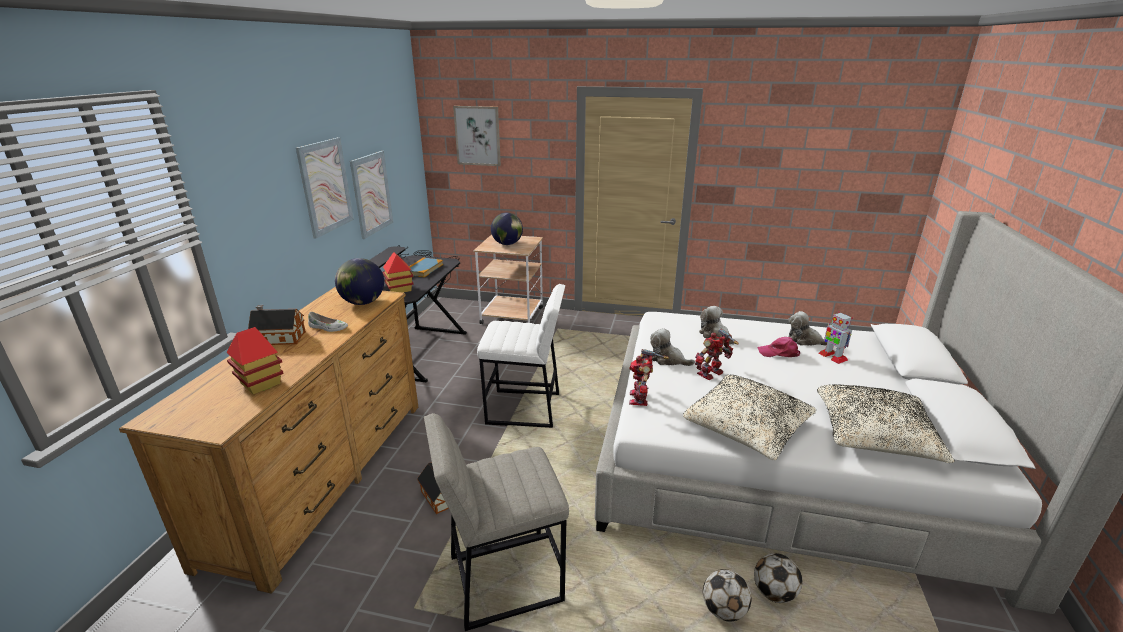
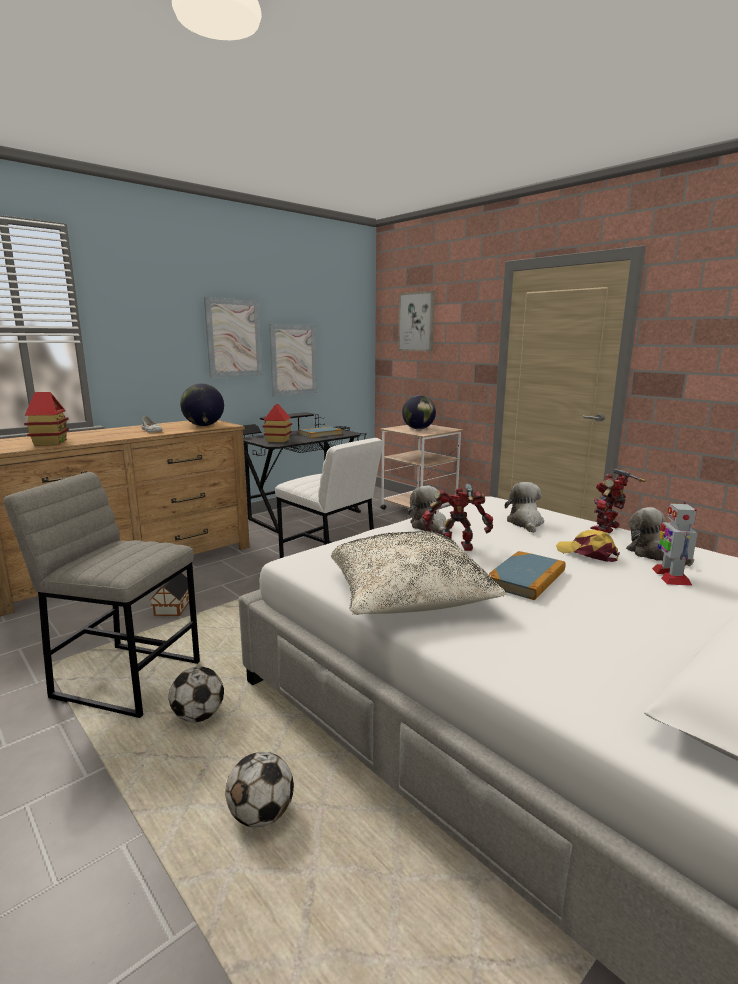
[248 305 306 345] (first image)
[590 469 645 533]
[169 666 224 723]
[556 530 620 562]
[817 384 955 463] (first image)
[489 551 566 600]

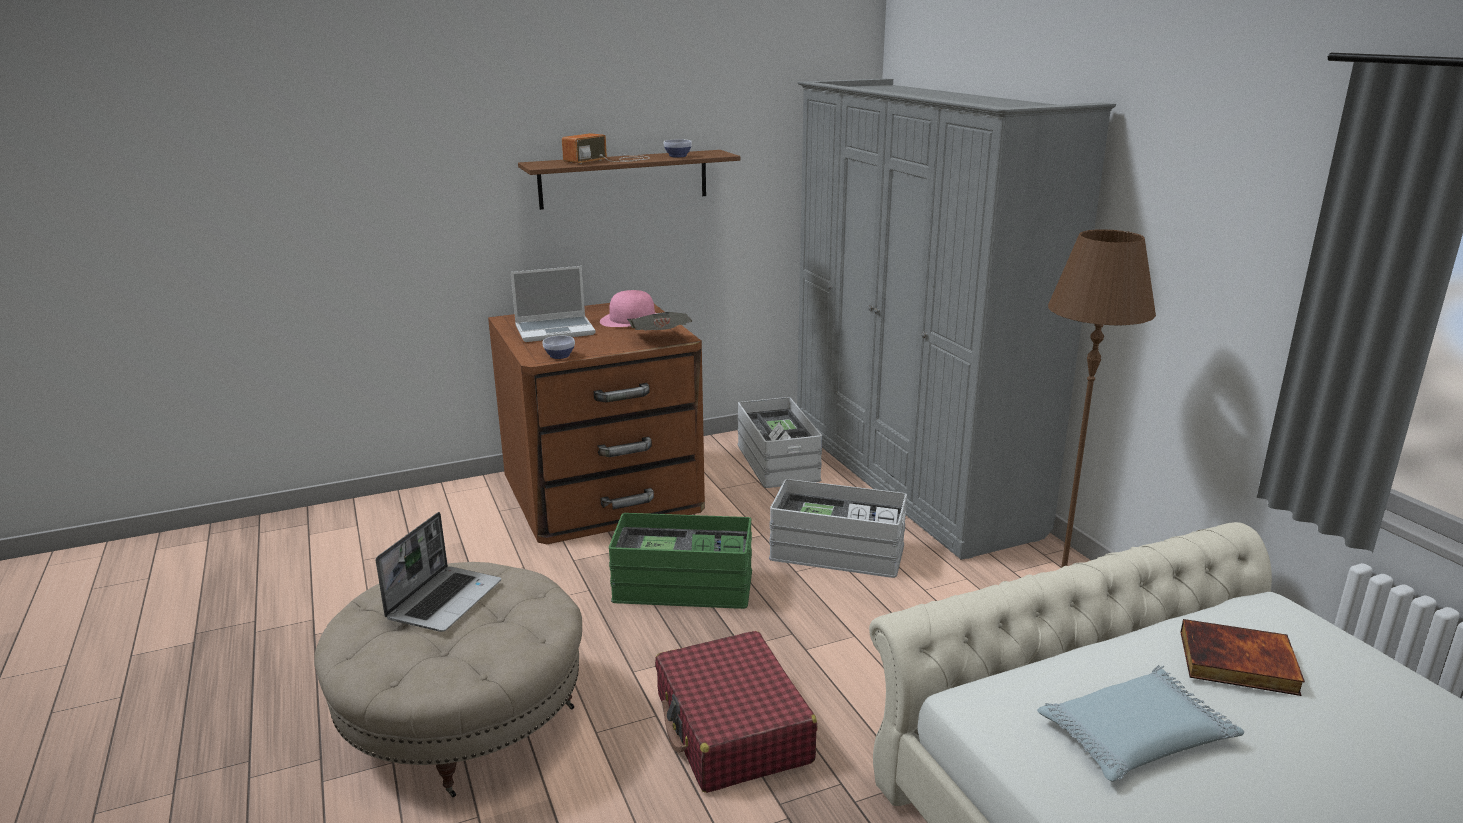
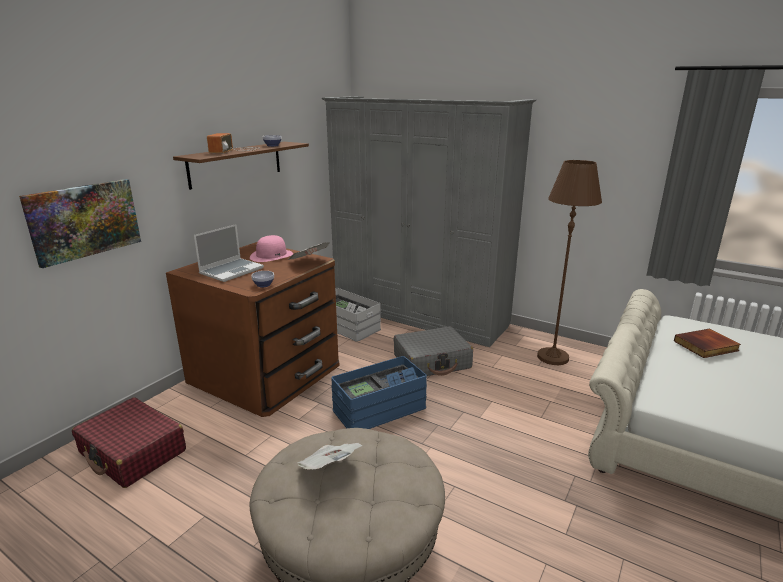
[298 443 362 469]
[331 356 427 429]
[72 397 186 488]
[394 326 473 376]
[1037 665 1244 782] (first image)
[19 179 141 268]

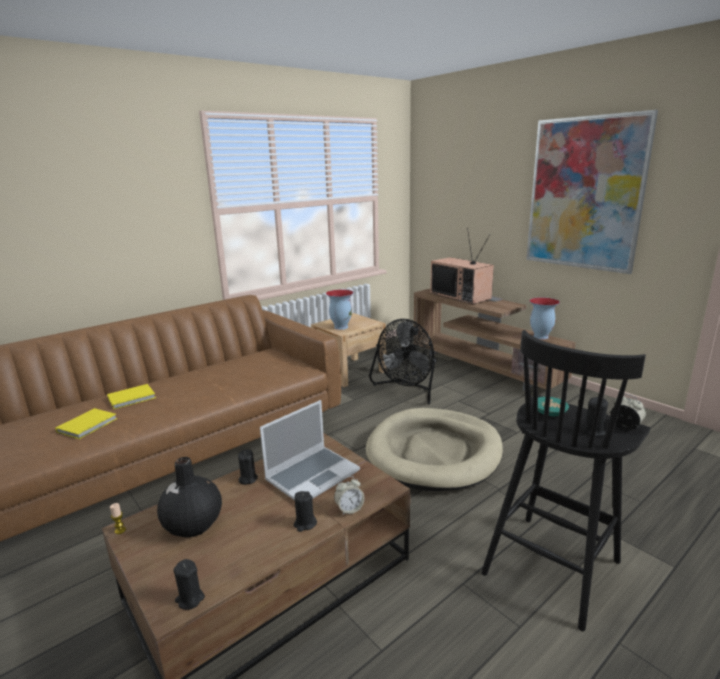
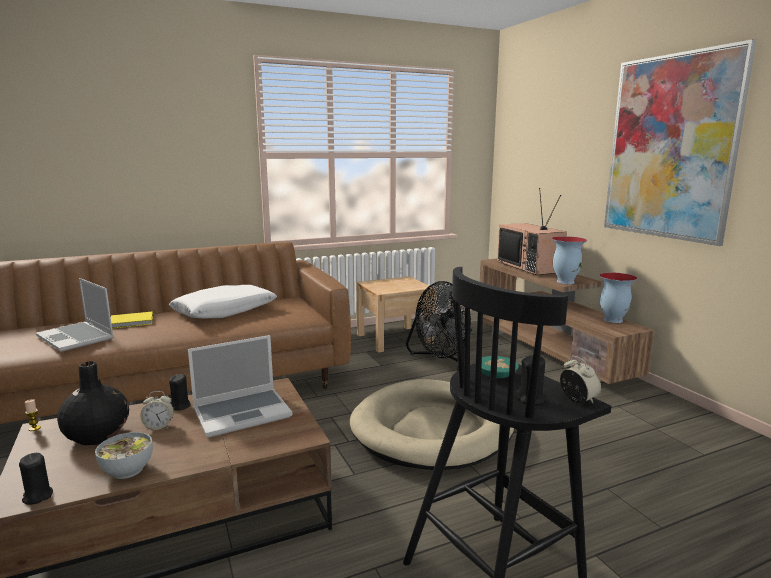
[36 278 114 352]
[294 491 317 532] (first image)
[552 236 587 284]
[140 391 174 430]
[95 432 153 479]
[169 285 277 318]

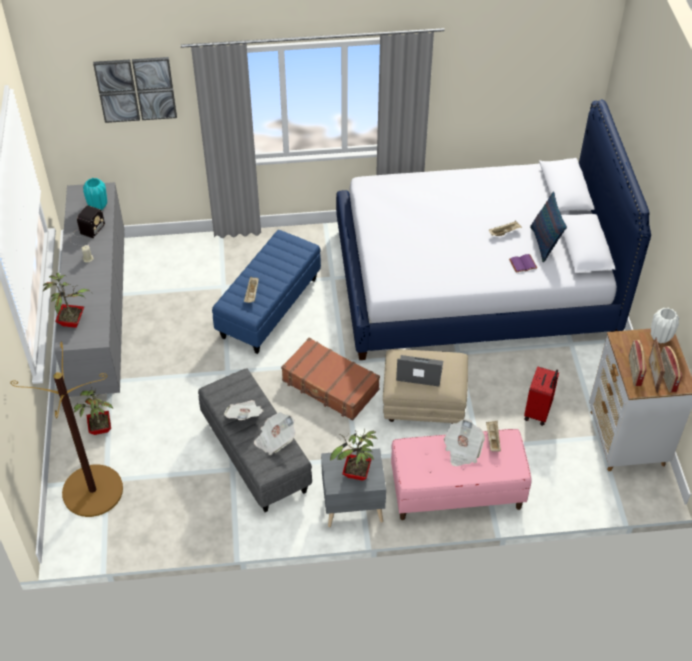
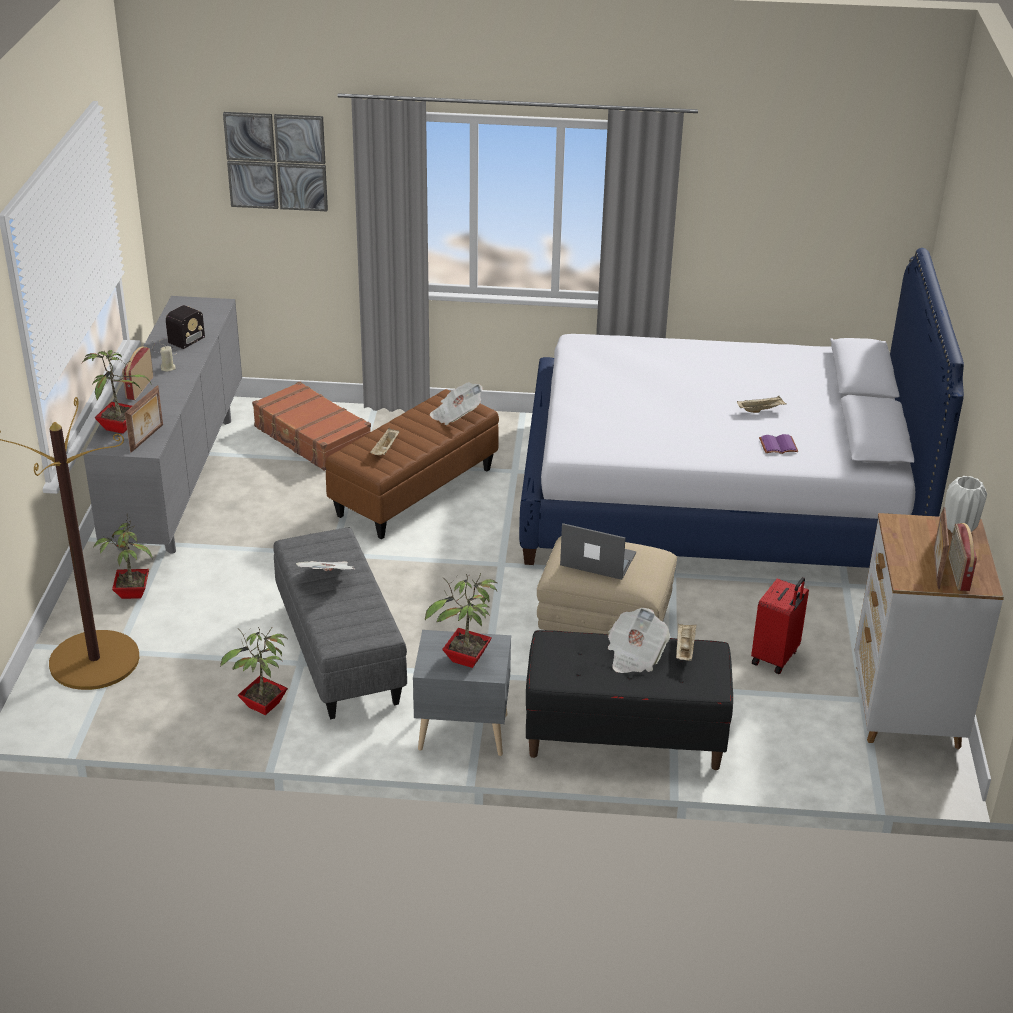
[83 178 107 210] (first image)
[325 389 499 539]
[430 382 483 425]
[252 381 371 471]
[526 630 733 770]
[530 192 567 262] (first image)
[122 347 153 400]
[125 385 163 453]
[220 627 288 715]

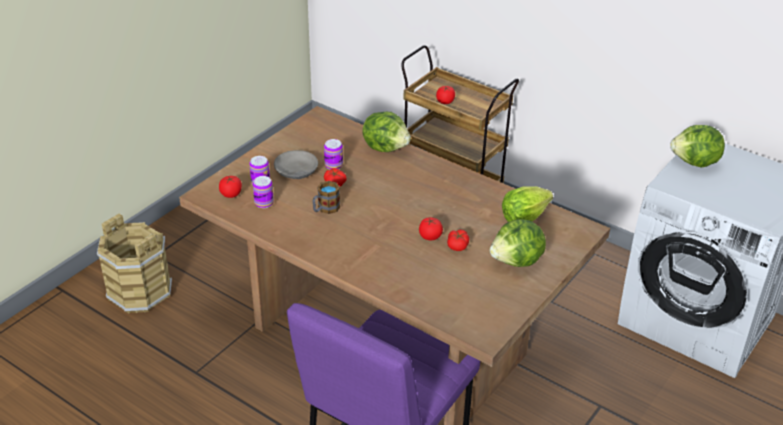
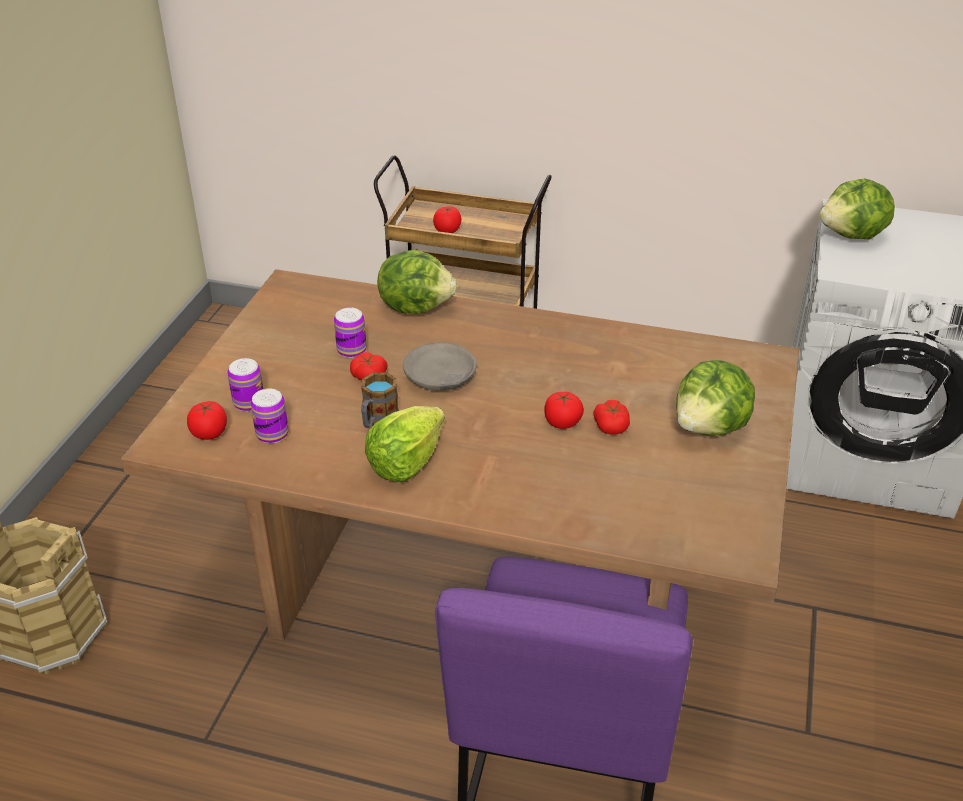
[403 342 477 390]
[365 406 445 482]

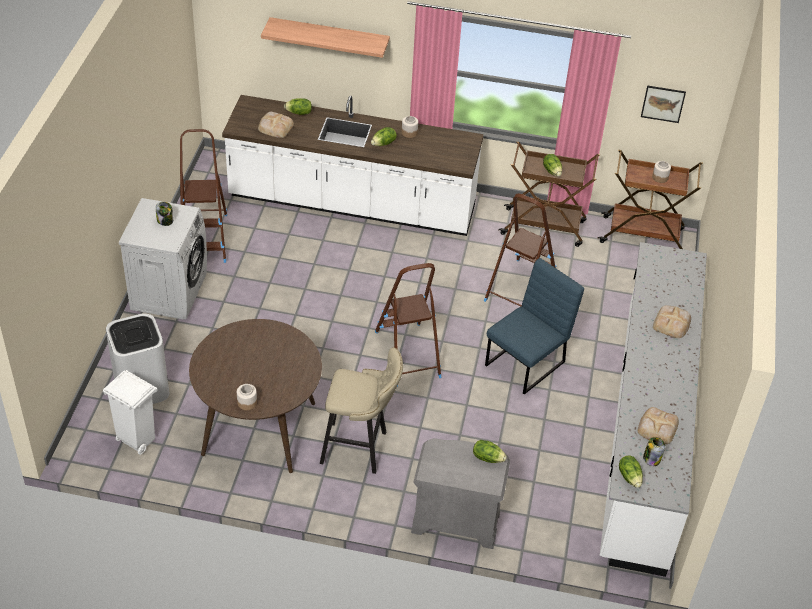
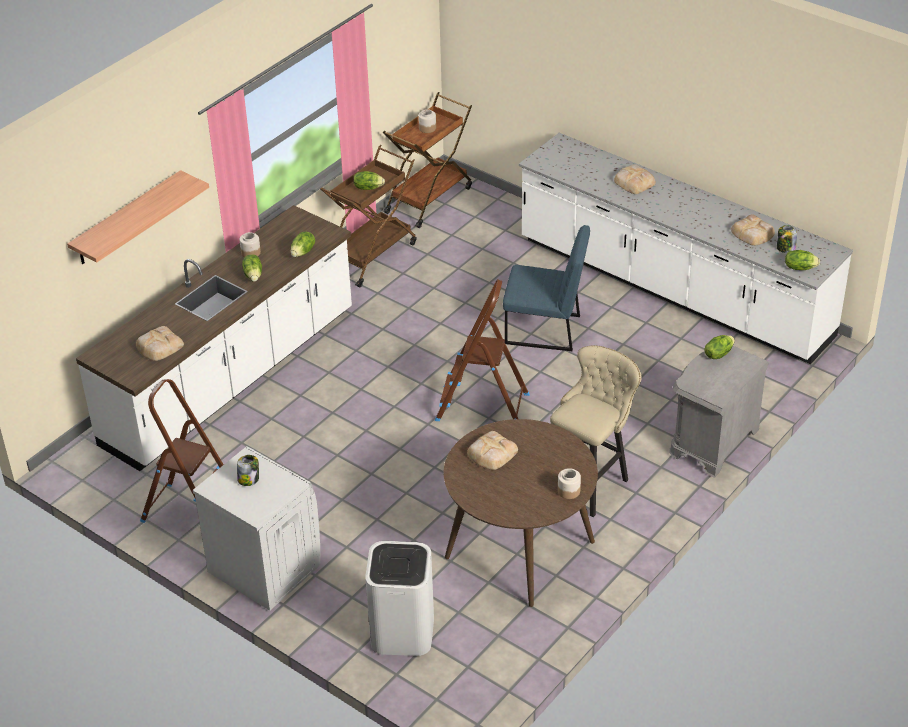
[103 370 158 455] (first image)
[291 231 315 257]
[484 194 557 307] (first image)
[503 225 590 351]
[641 85 686 123] (first image)
[467 431 518 470]

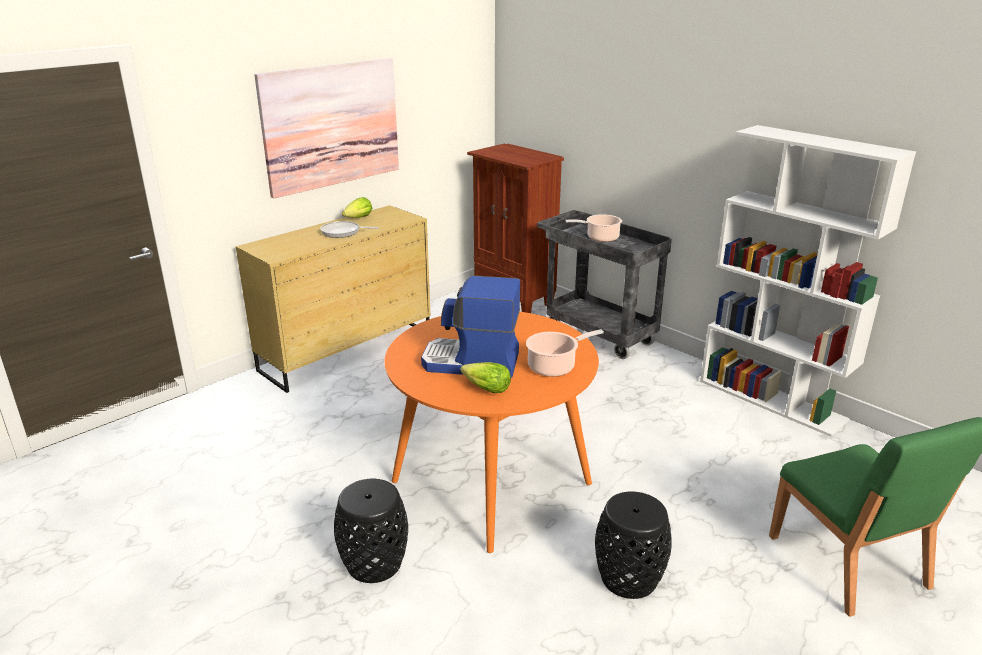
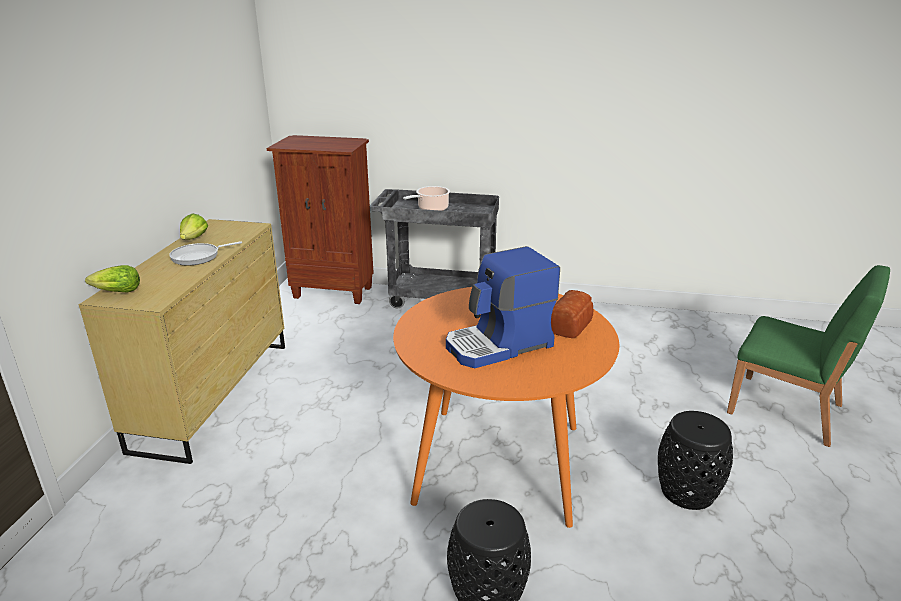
[254 58 399 199] (first image)
[85 265 140 293]
[551 290 593 338]
[700 125 916 437] (first image)

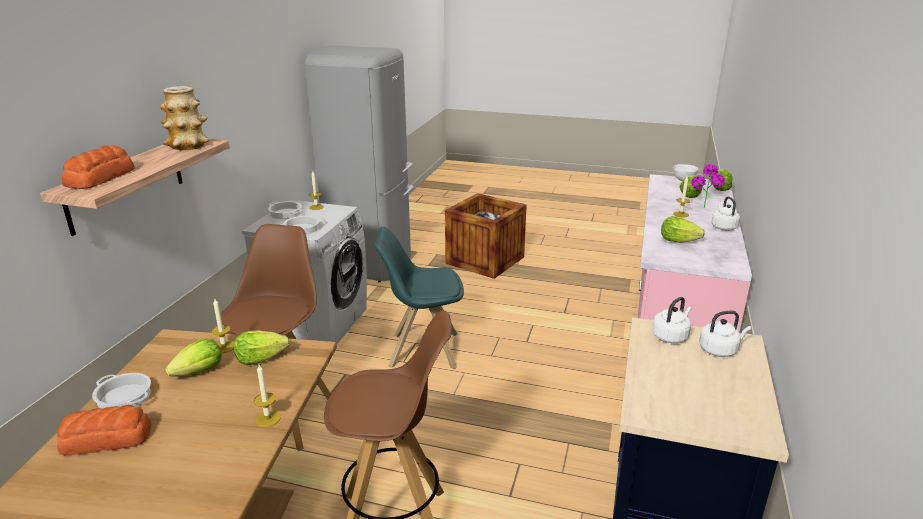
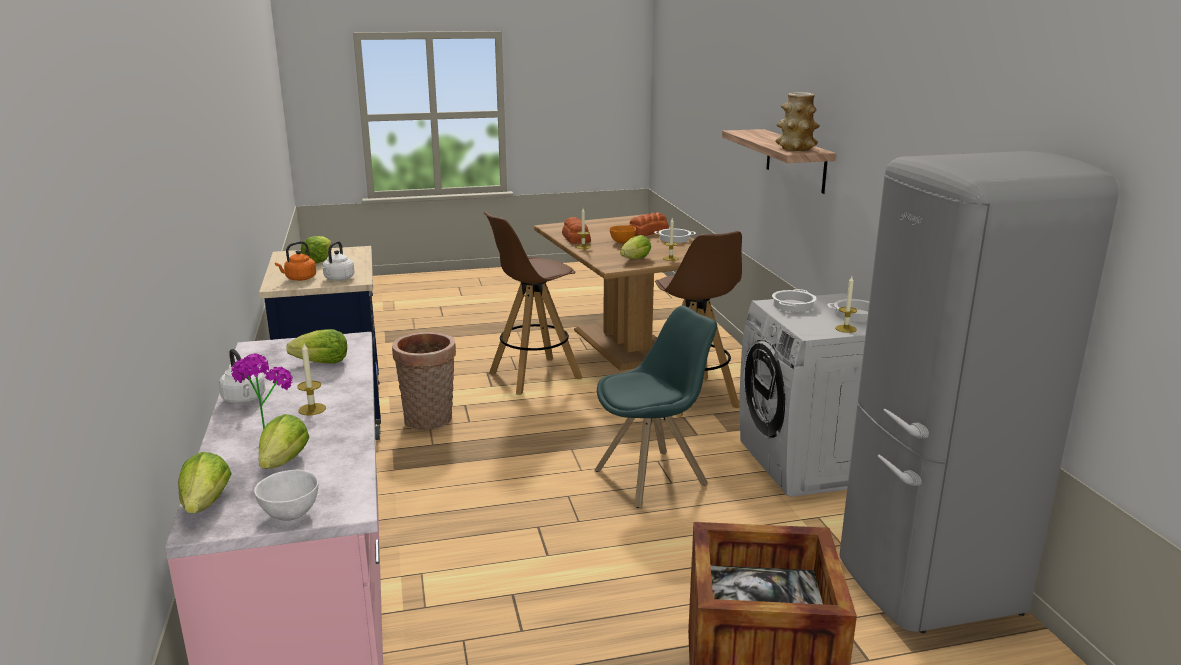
[562 217 591 244]
[301 236 332 264]
[275 241 316 281]
[392 332 456 430]
[610 225 636 244]

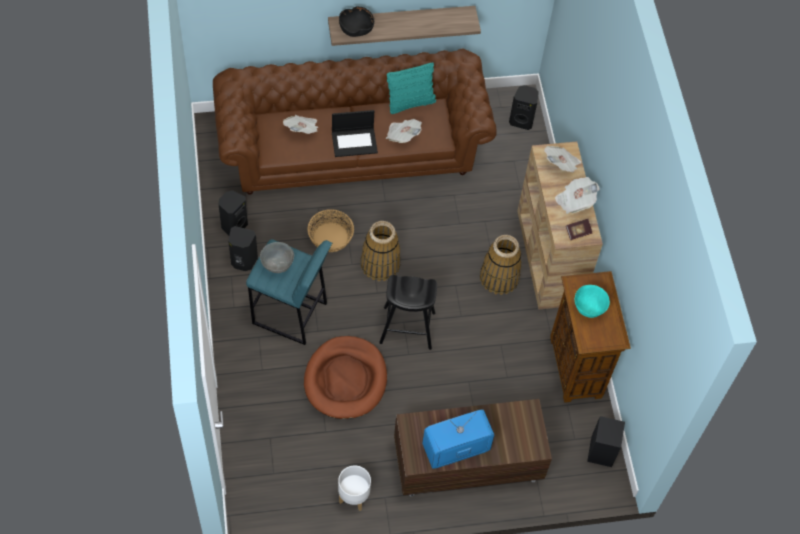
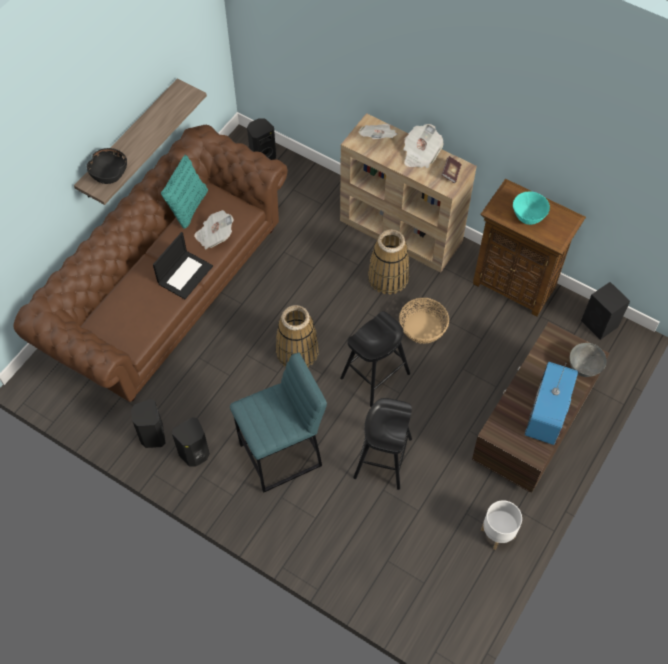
[570 343 607 377]
[283 115 318 134] (first image)
[353 398 412 490]
[399 298 449 344]

